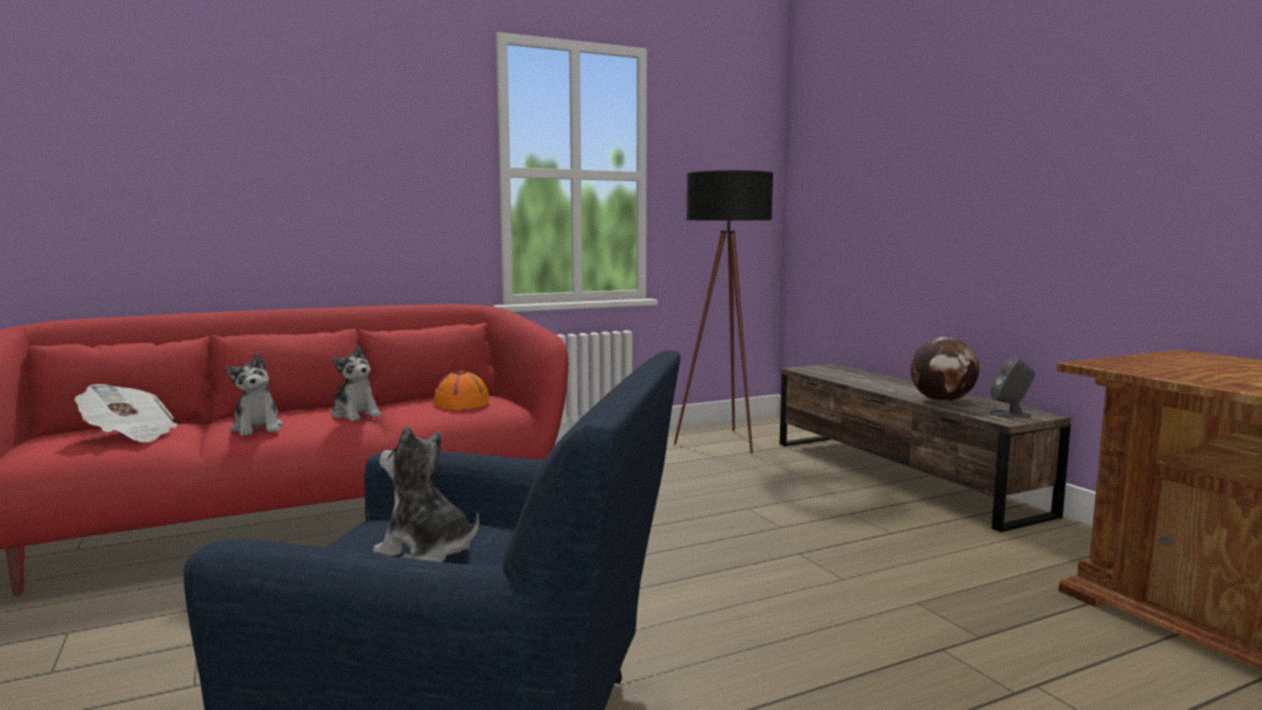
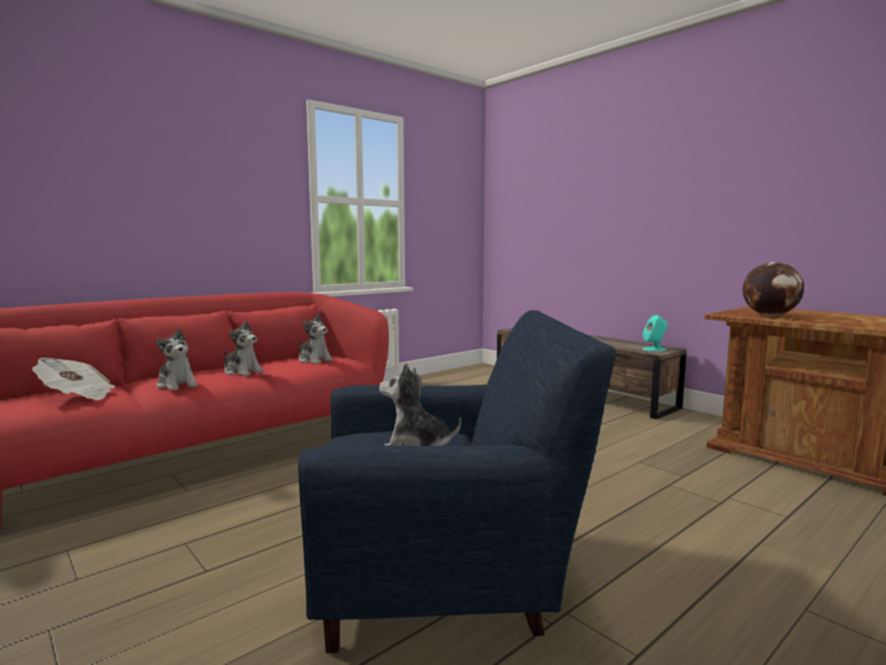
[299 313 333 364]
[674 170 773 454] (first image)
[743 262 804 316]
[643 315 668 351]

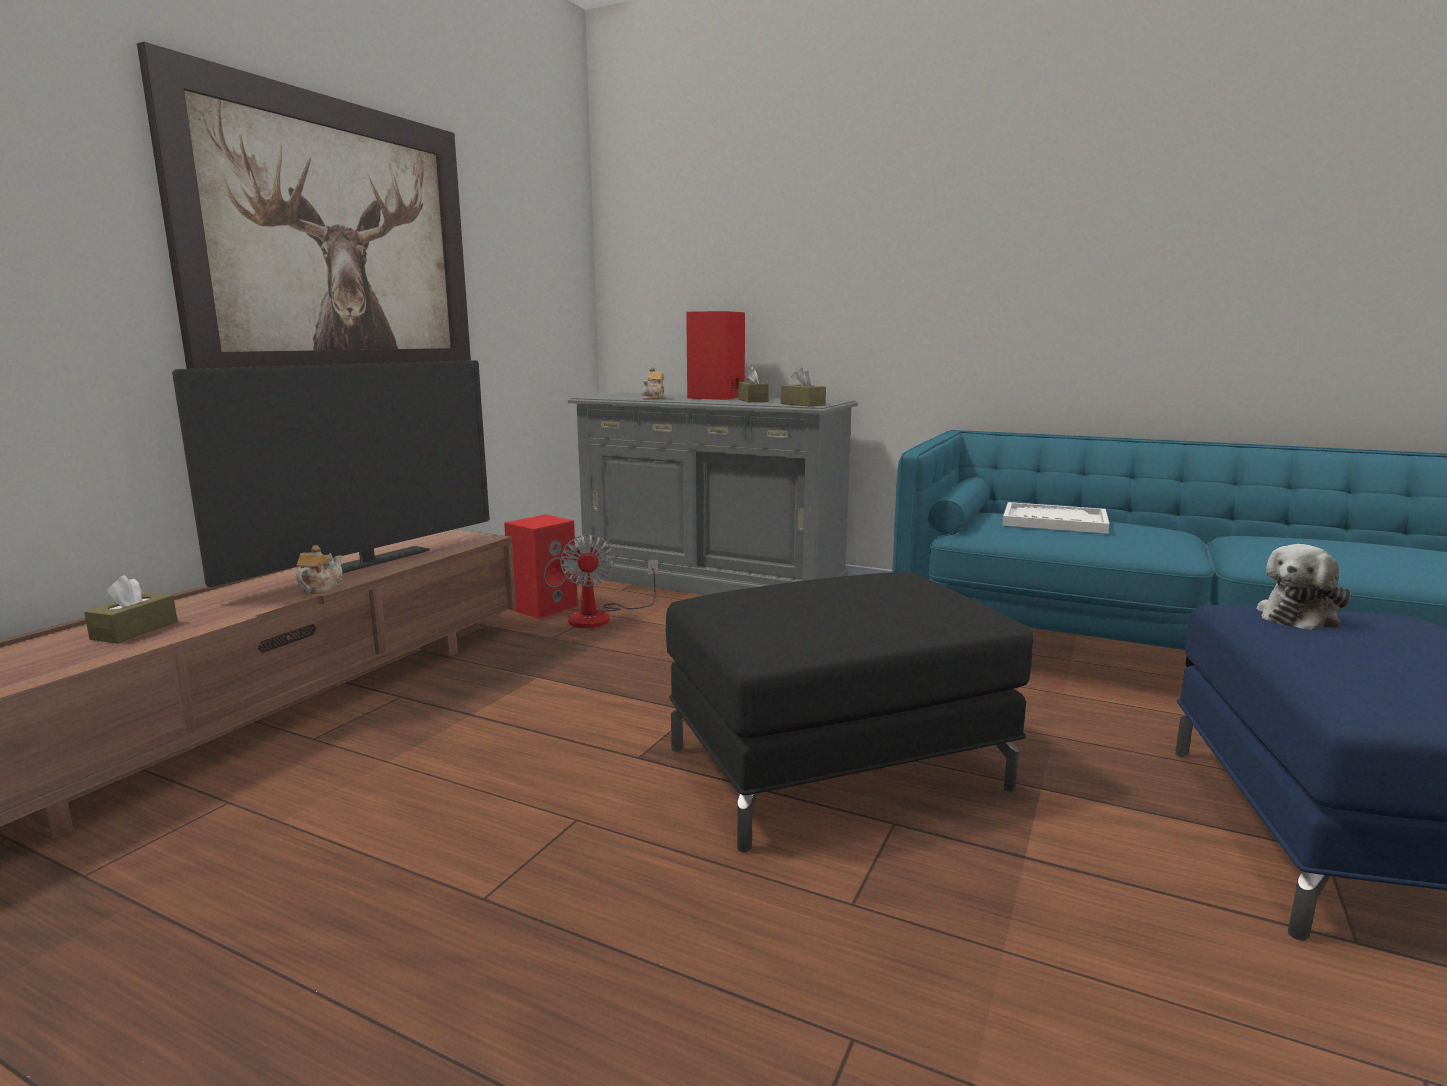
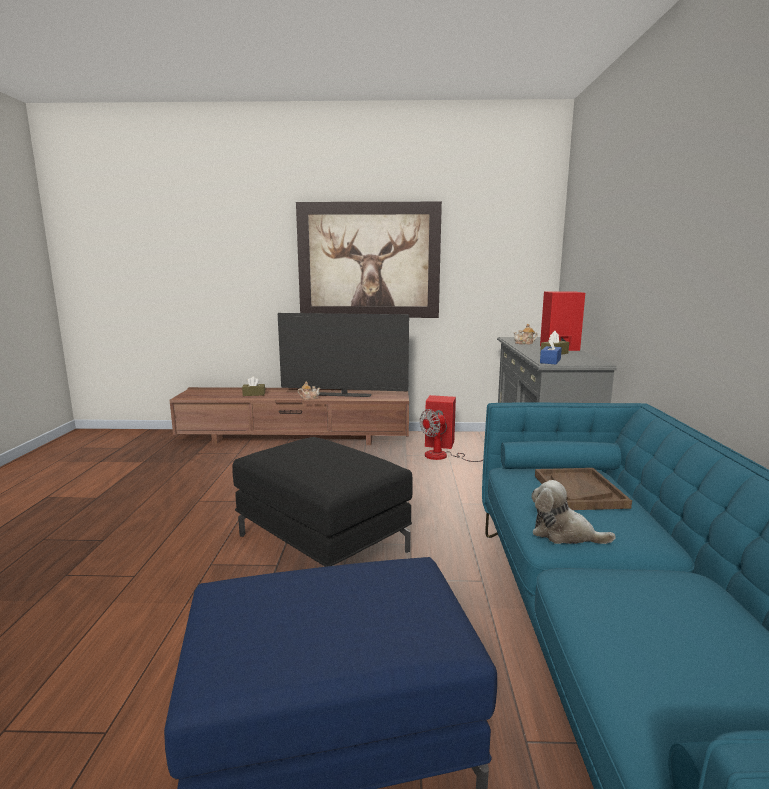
[540 337 562 364]
[535 468 632 510]
[531 480 616 544]

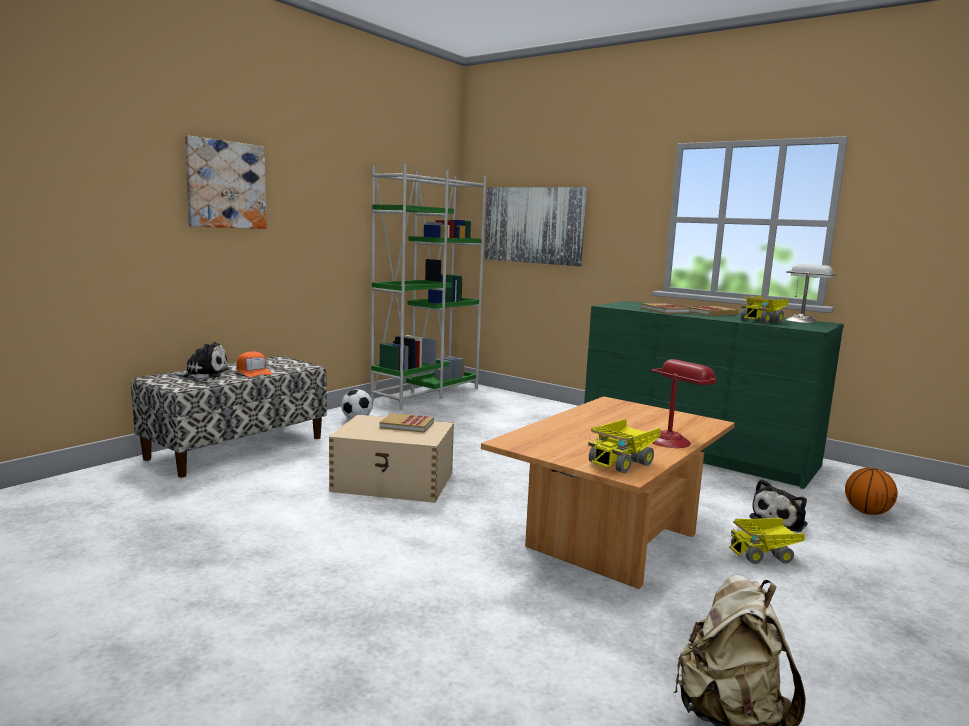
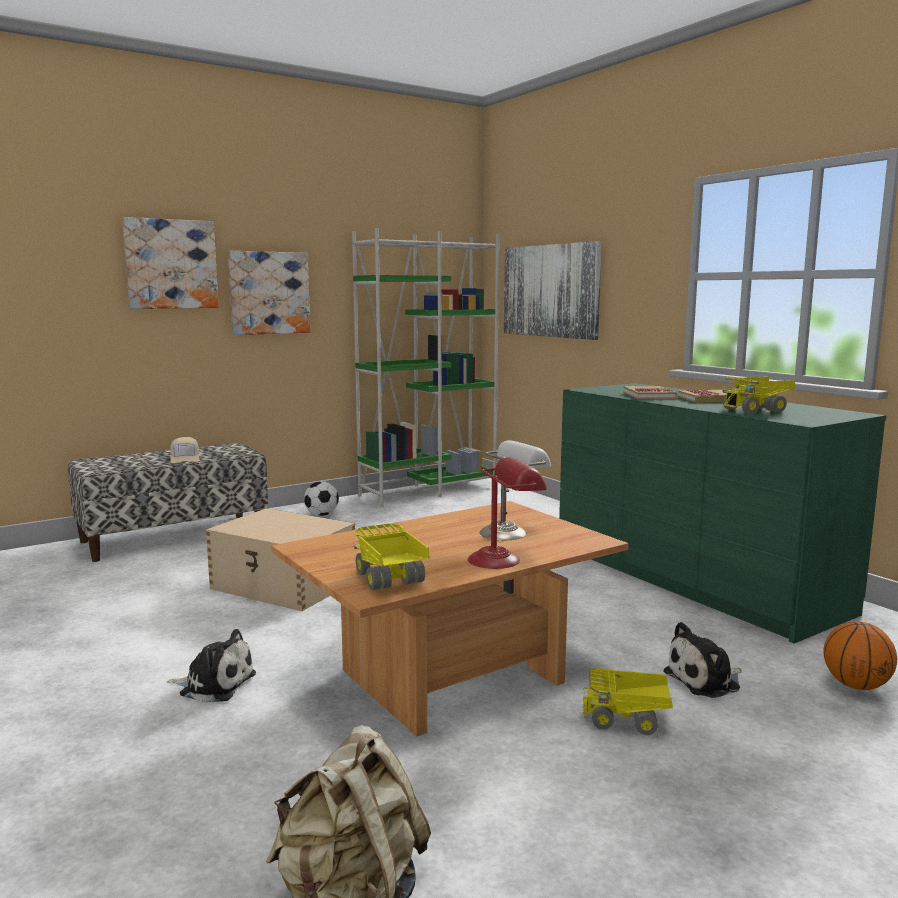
[166 629 256 703]
[170 437 200 463]
[379 413 434 433] (first image)
[354 523 430 590]
[480 440 551 540]
[228 251 310 335]

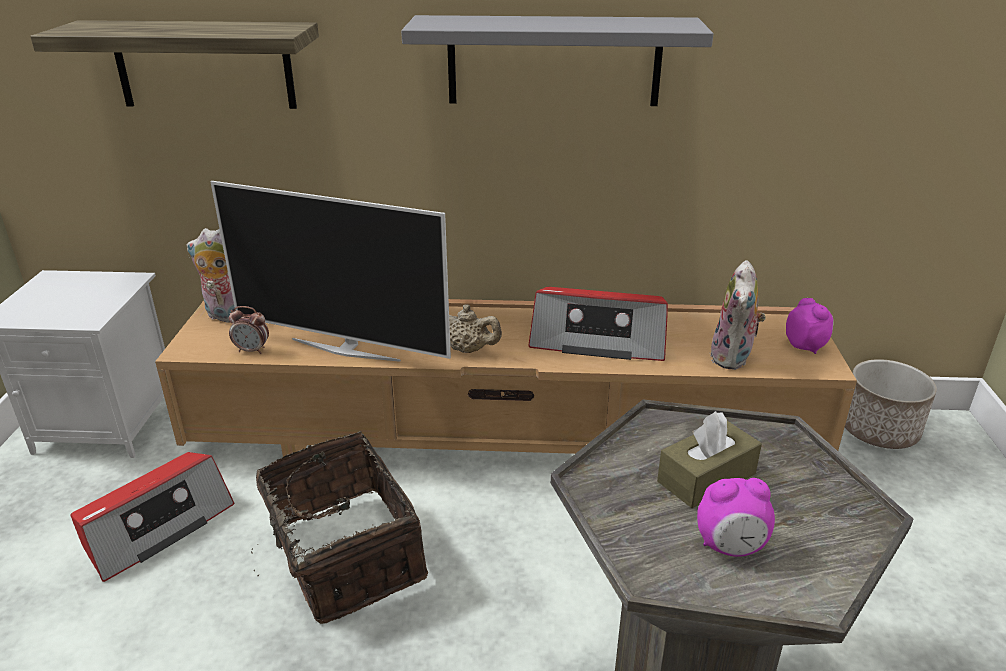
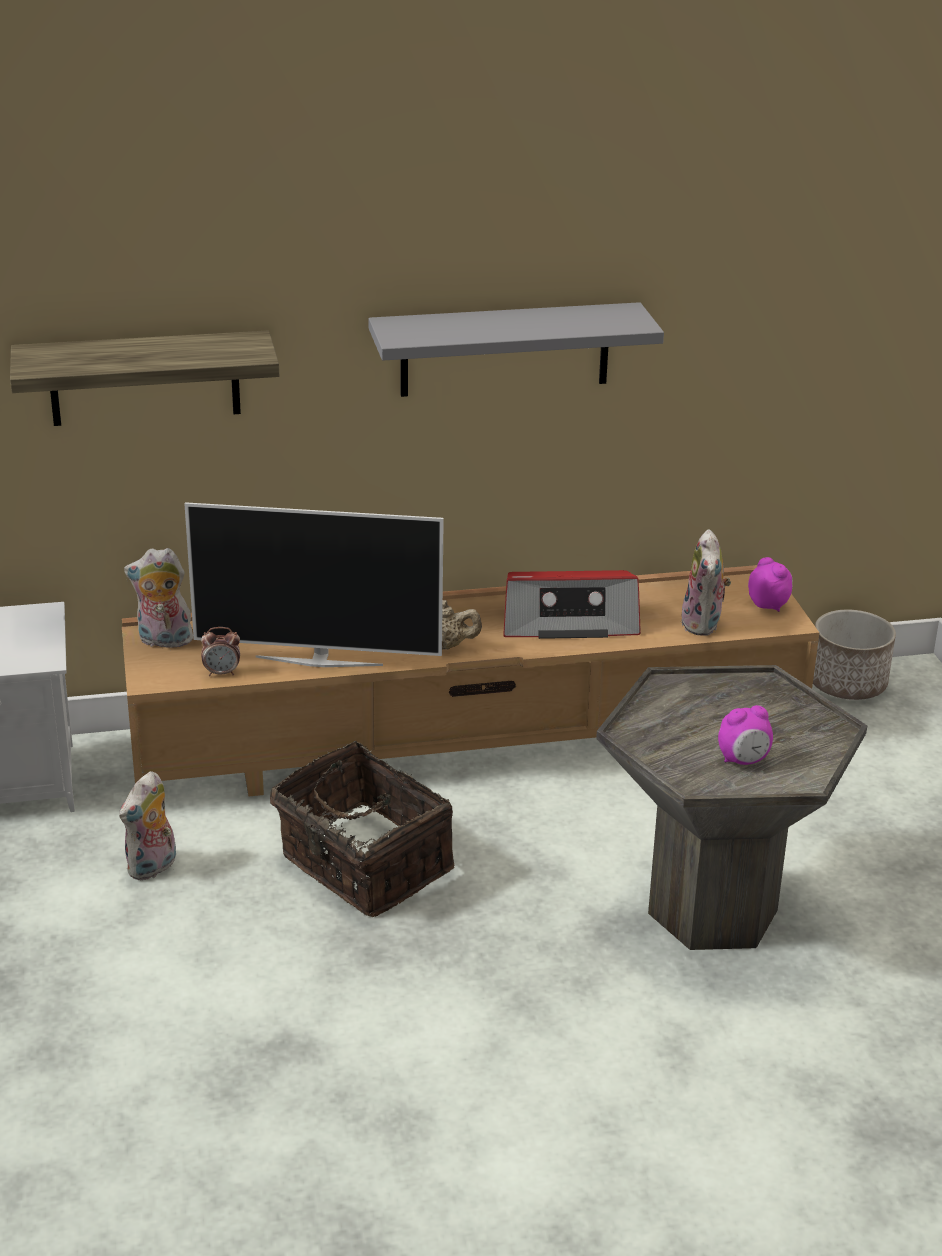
[119 771 176 881]
[657 411 762 508] (first image)

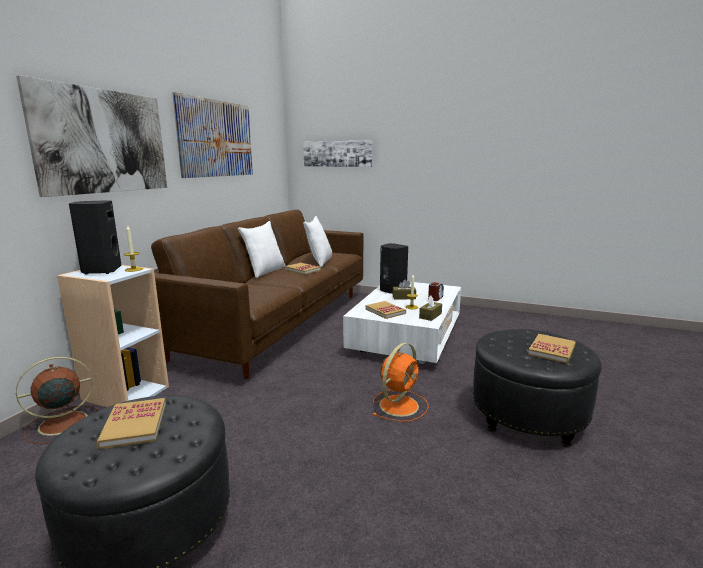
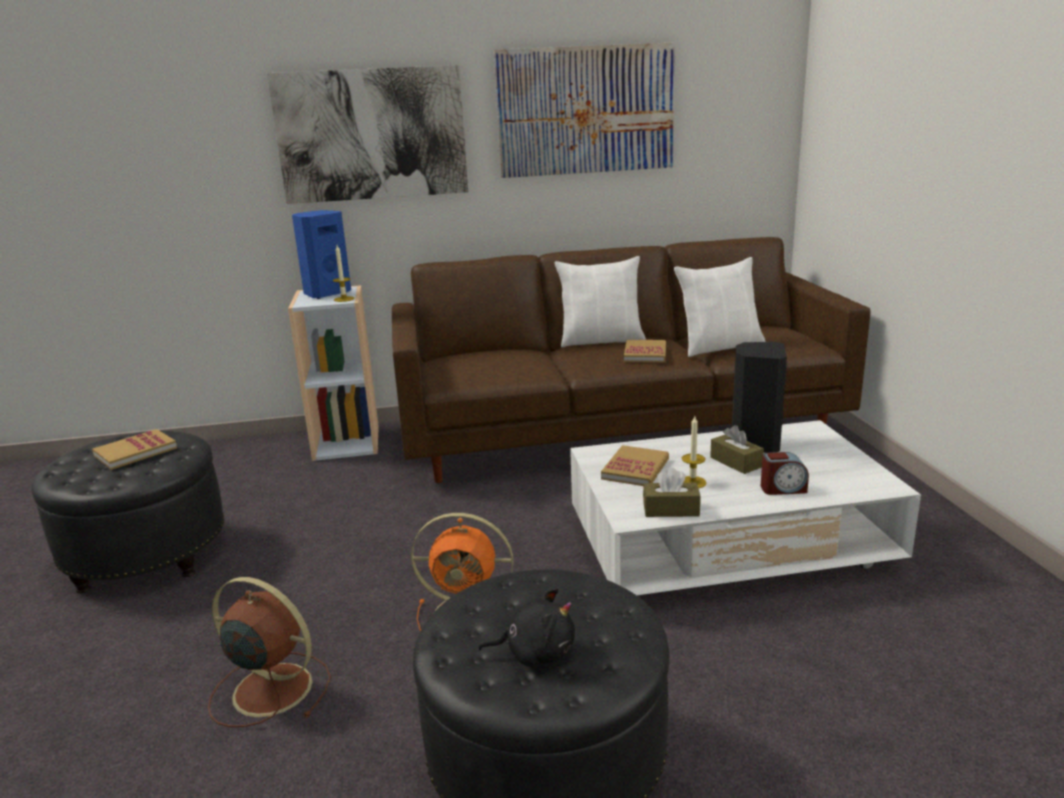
[208 577 331 727]
[292 210 351 299]
[303 141 373 167] (first image)
[478 588 575 667]

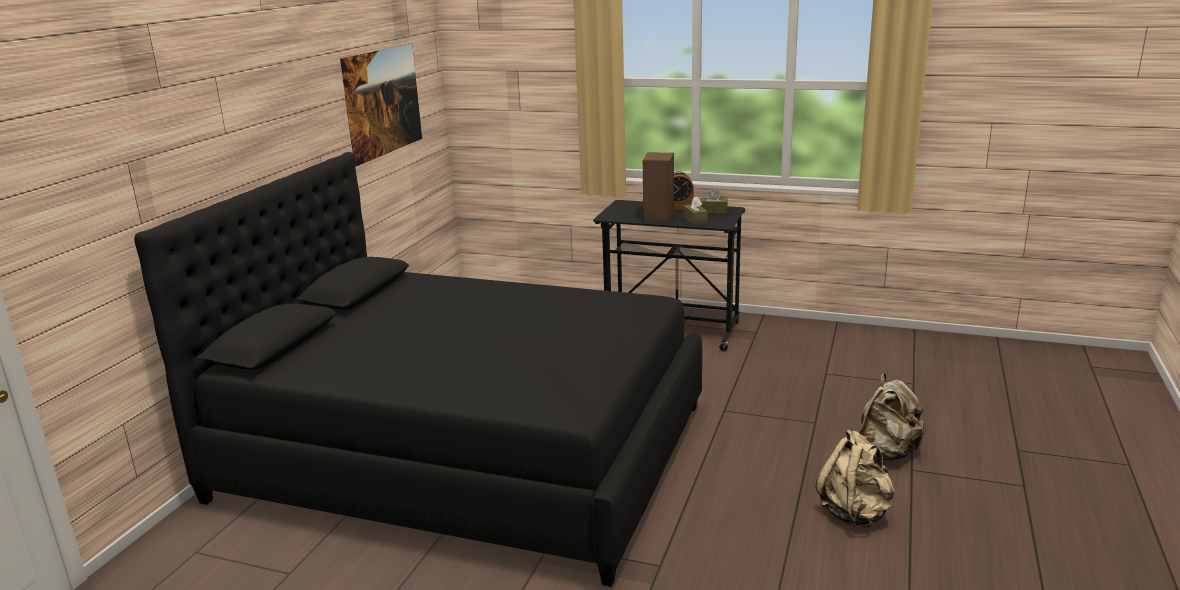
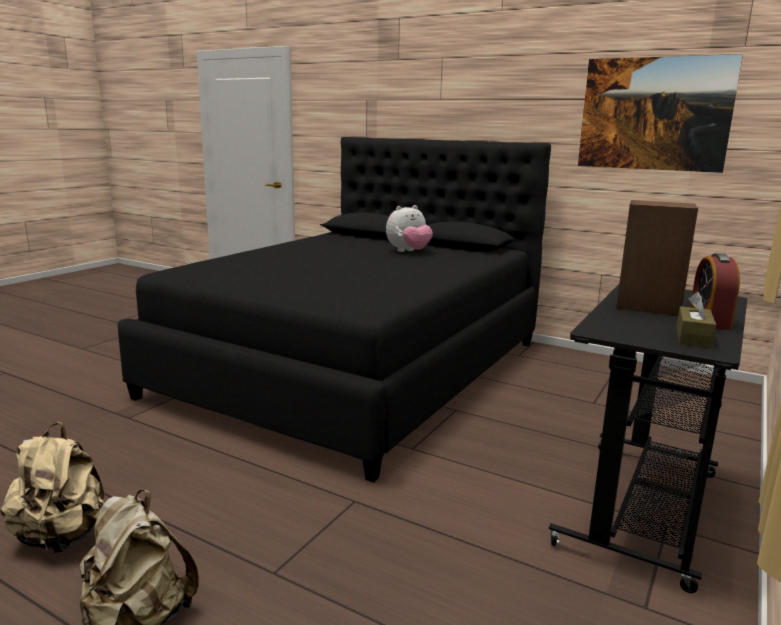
[683 196 708 225] (first image)
[386 205 433 252]

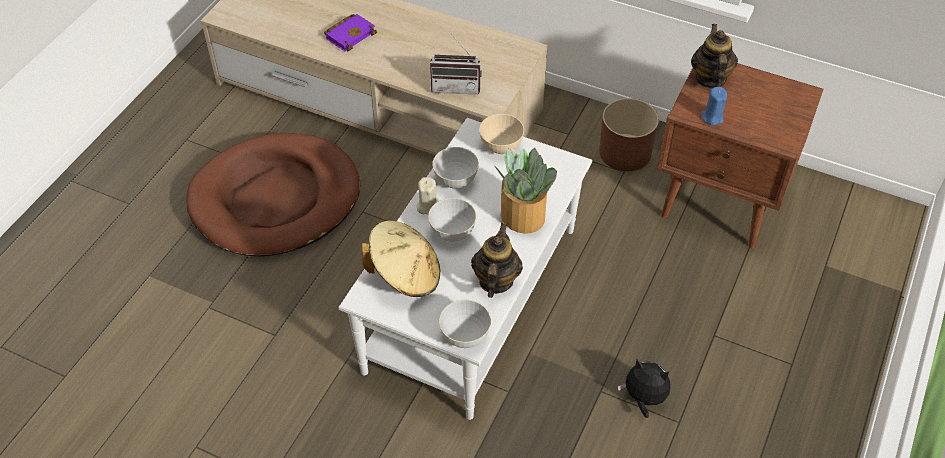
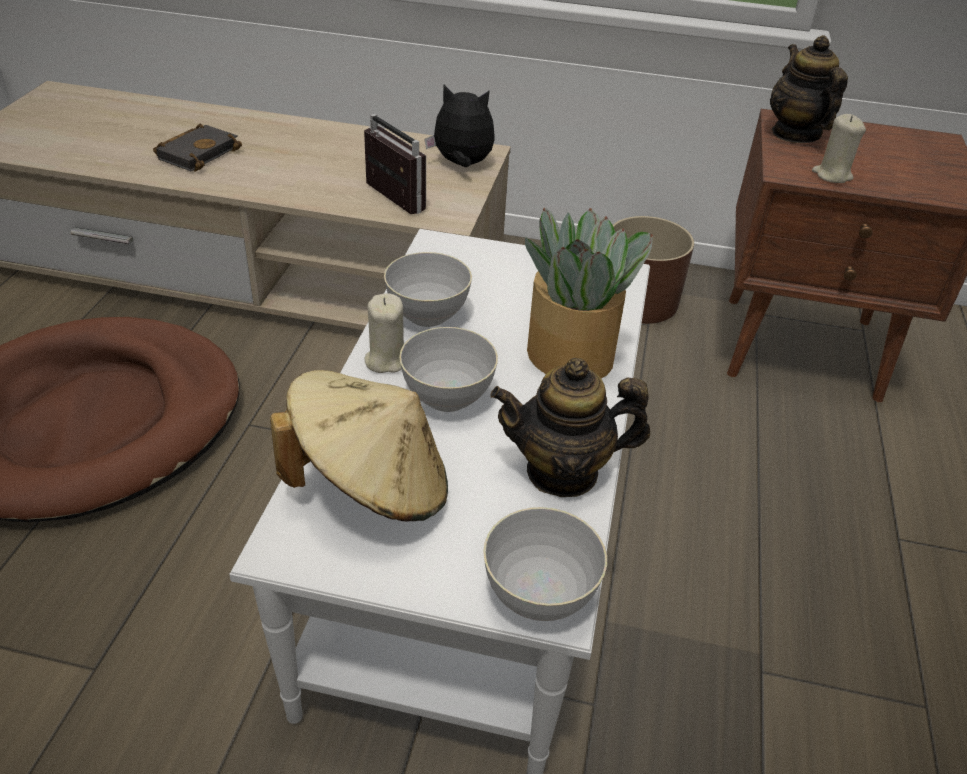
[153 123 242 171]
[364 114 426 214]
[490 358 650 497]
[479 114 524 154] (first image)
[425 85 495 167]
[812 114 866 183]

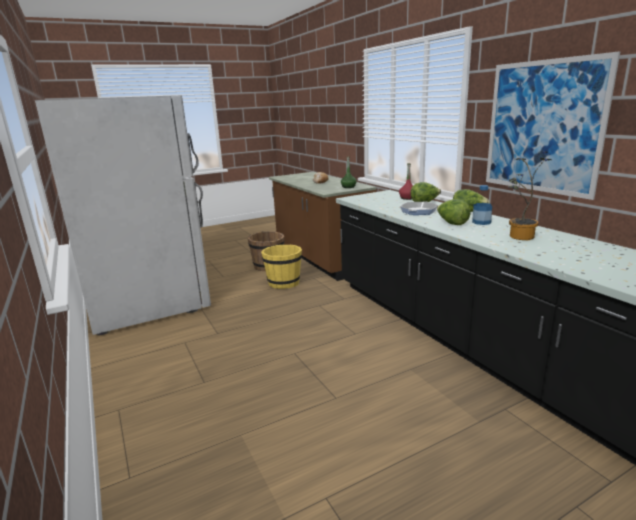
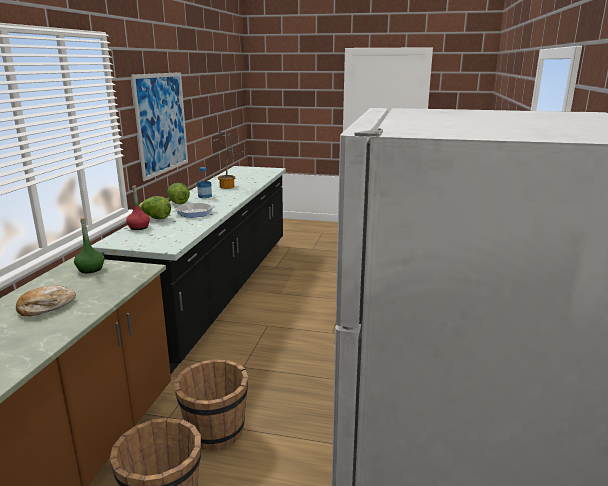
[174 359 248 450]
[437 199 471 225] (first image)

